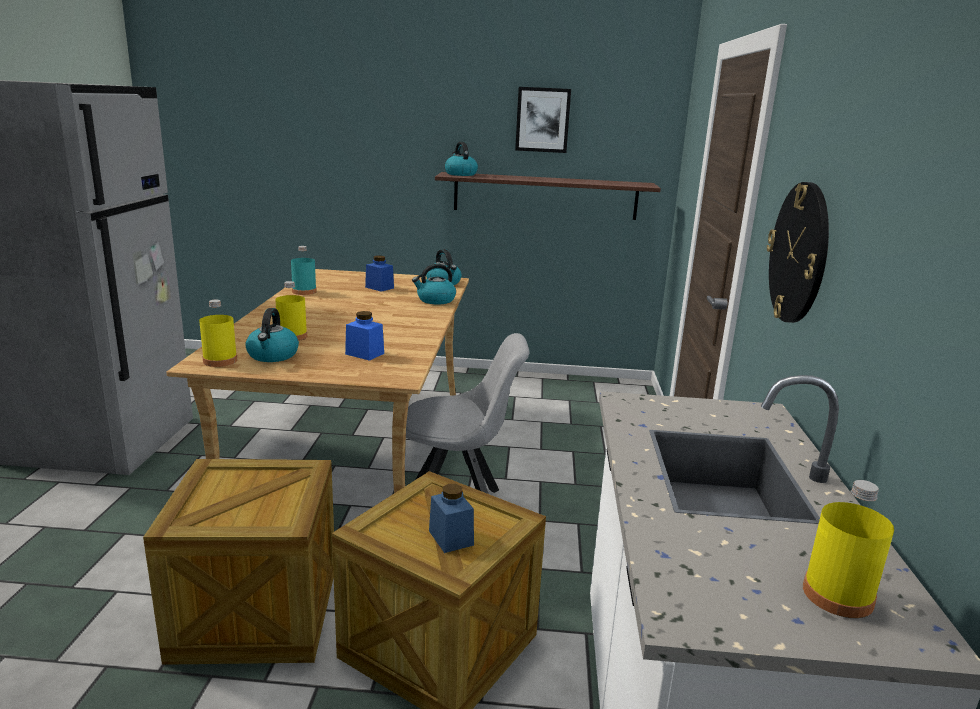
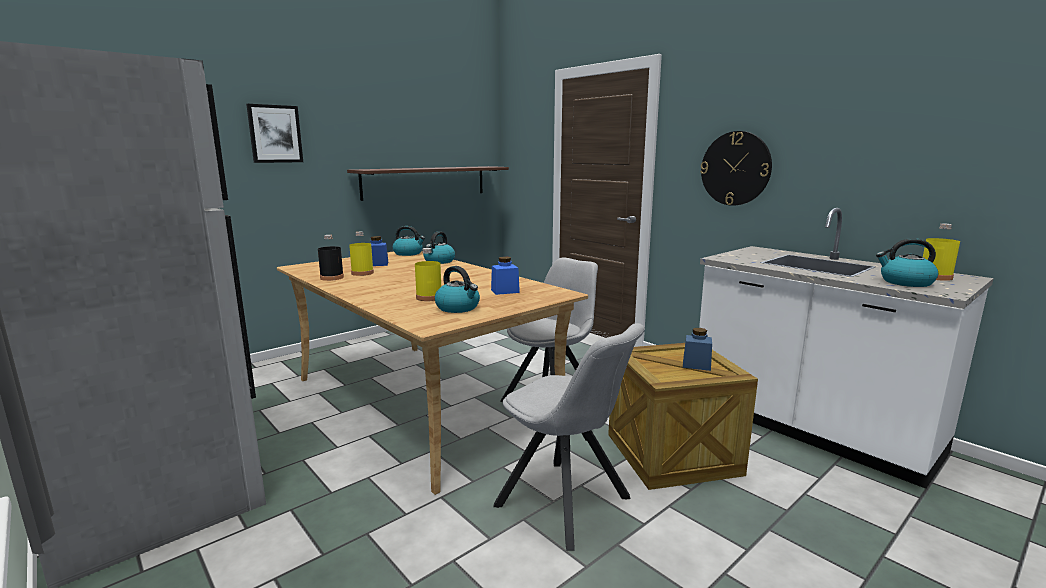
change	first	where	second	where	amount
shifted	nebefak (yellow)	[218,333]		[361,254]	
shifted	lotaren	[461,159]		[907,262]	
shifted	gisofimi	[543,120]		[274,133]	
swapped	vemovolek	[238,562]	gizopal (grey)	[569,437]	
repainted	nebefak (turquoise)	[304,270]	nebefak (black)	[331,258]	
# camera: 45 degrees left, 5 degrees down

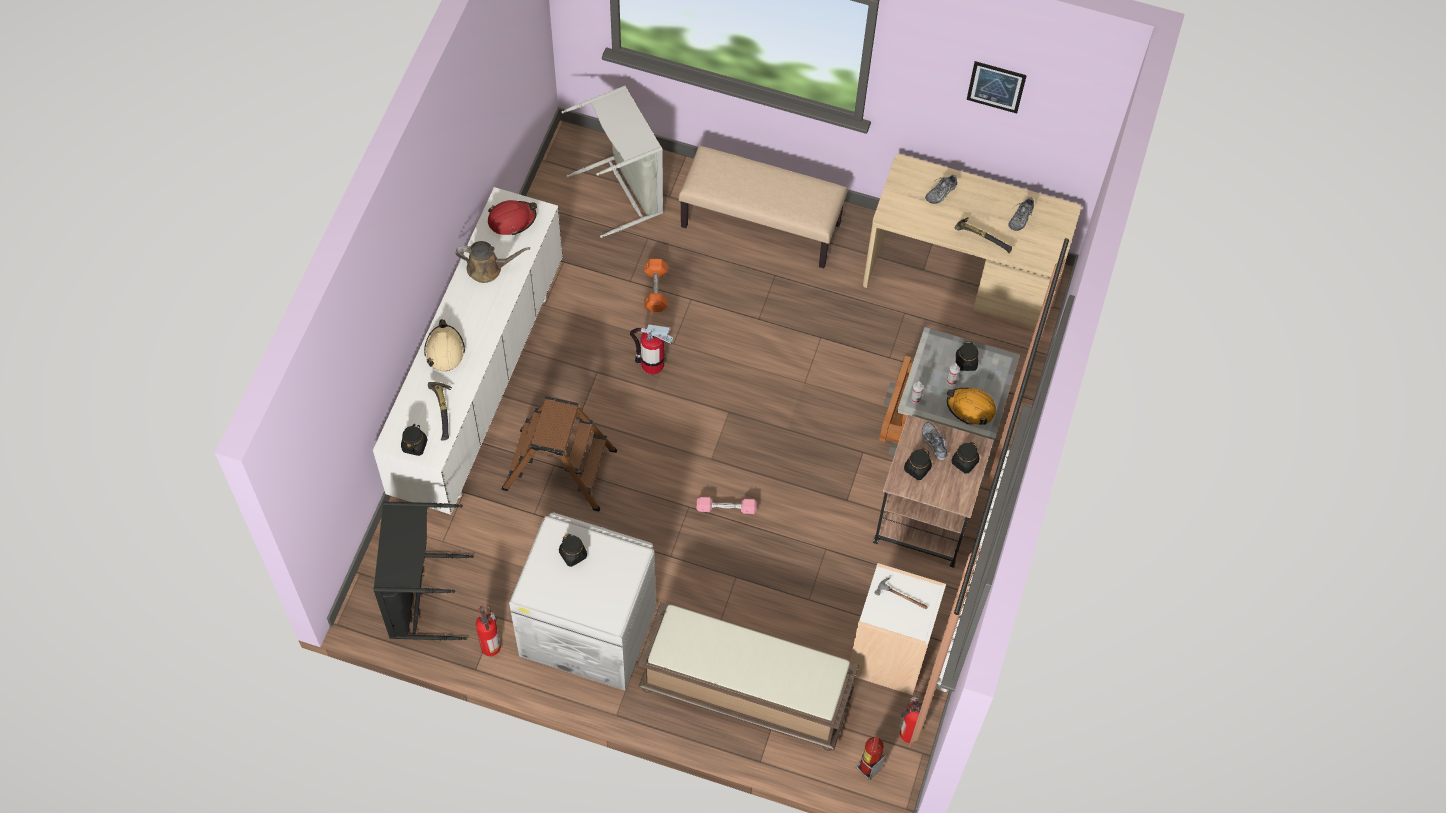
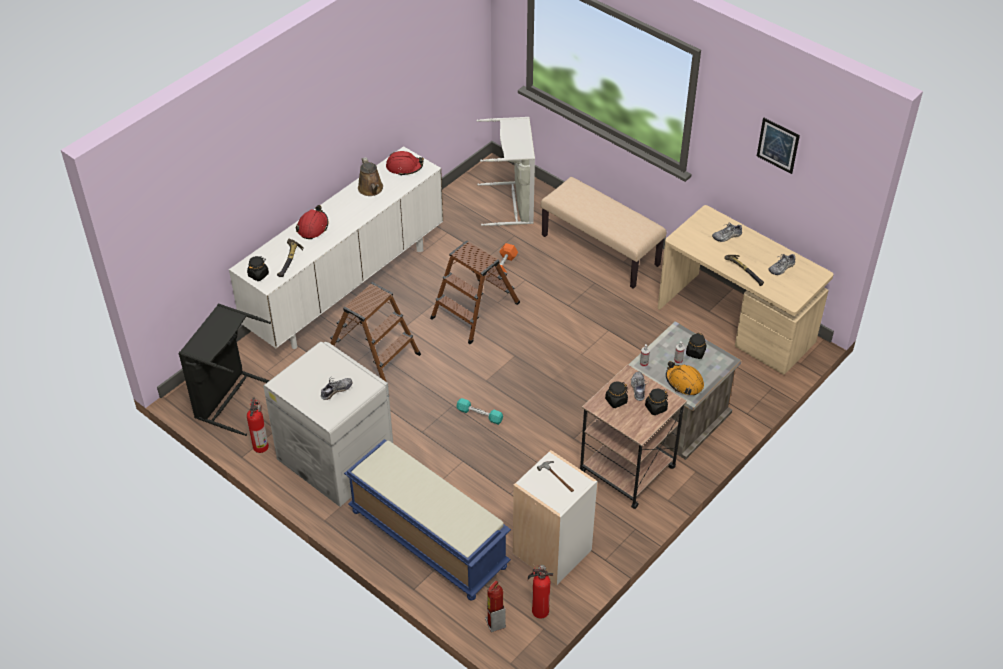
change	first	where	second	where	amount
gone	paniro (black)	[573,550]			
new			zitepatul	[336,388]	
swapped	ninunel	[651,349]	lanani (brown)	[475,292]	
repainted	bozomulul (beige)	[444,345]	bozomulul (red)	[312,222]	
repainted	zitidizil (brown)	[748,677]	zitidizil (blue)	[427,520]	
repainted	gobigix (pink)	[727,505]	gobigix (turquoise)	[479,411]	
rotated	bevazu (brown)	[492,262]		[370,176]	45 degrees clockwise
# camera: 25 degrees right, 15 degrees down

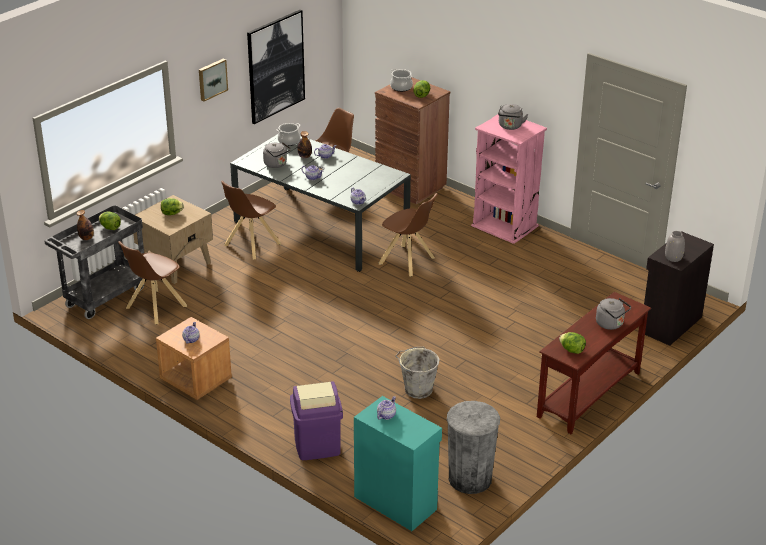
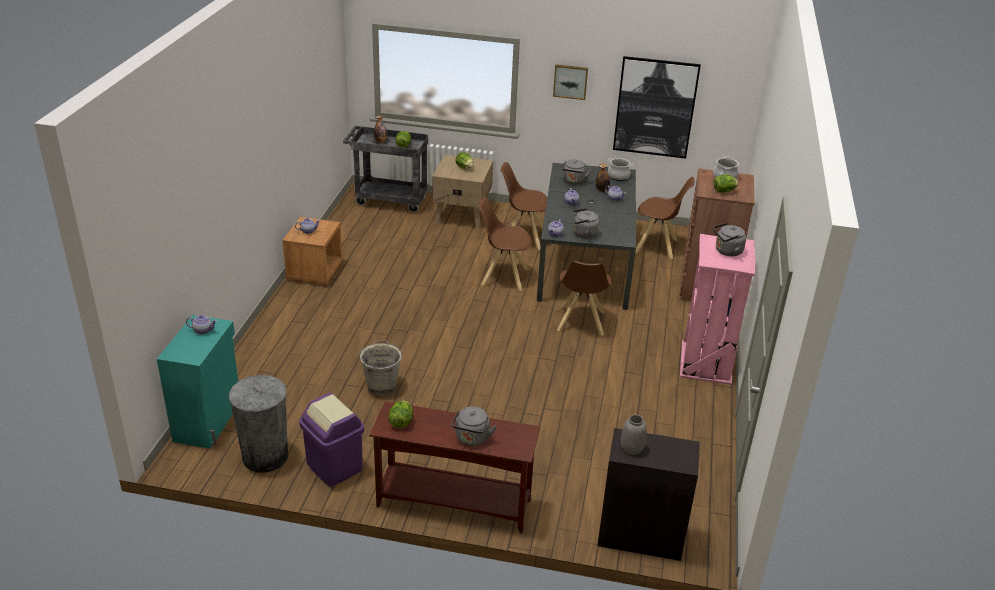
change	first	where	second	where	amount
new			lotaren (grey)	[586,223]	
shifted	gizopal (brown)	[152,282]		[505,244]	
shifted	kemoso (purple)	[316,420]		[331,440]	
# camera: 60 degrees right, 0 degrees up

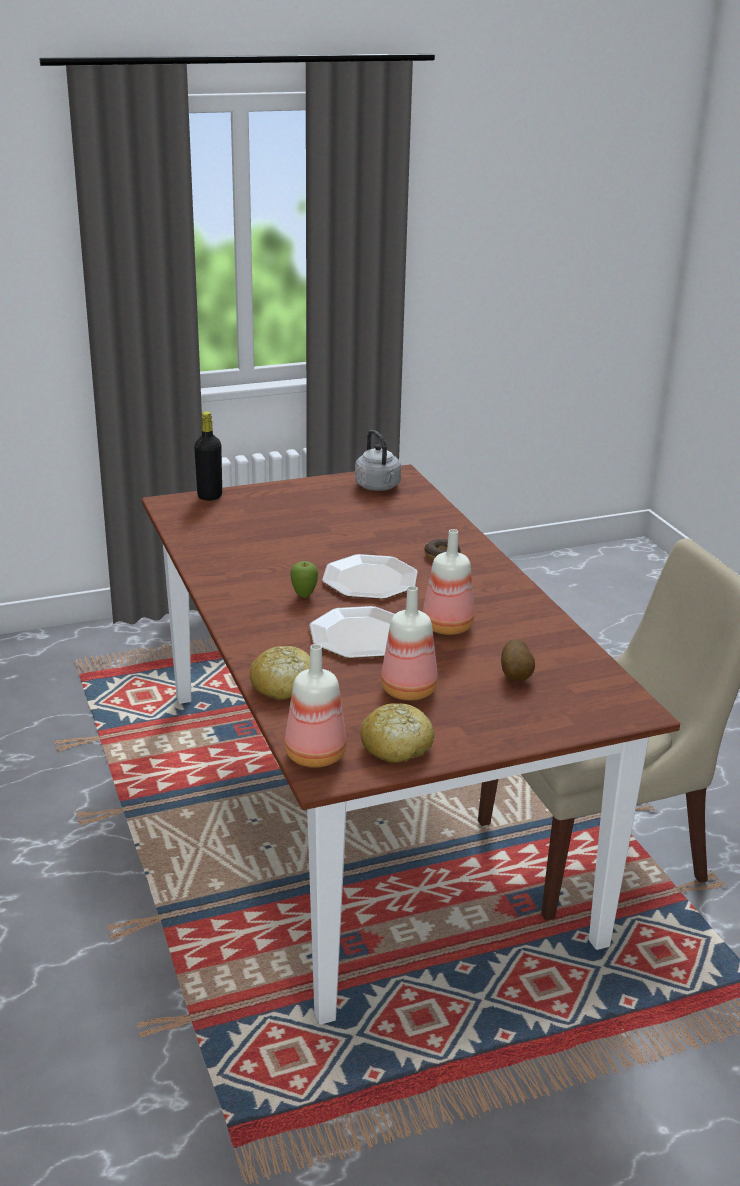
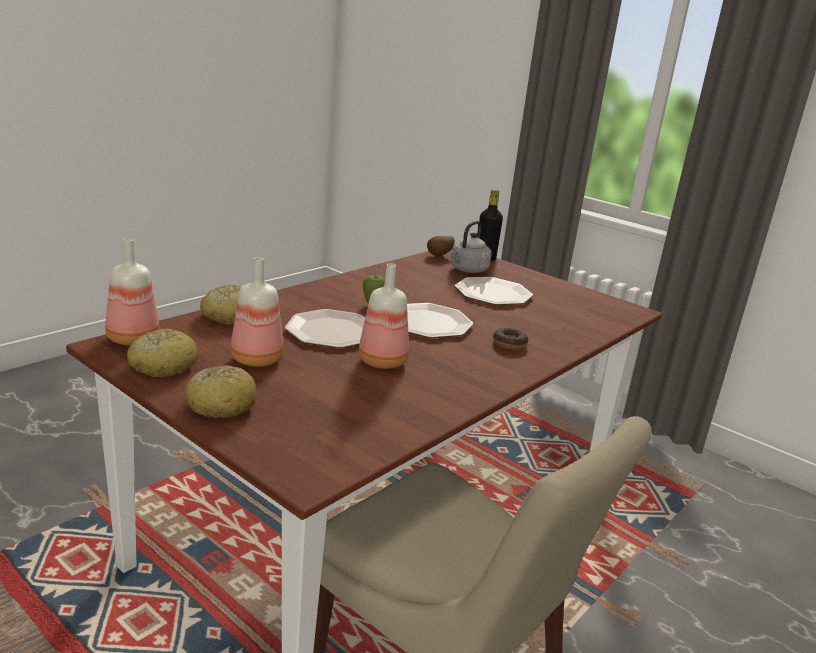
change	first	where	second	where	amount
new			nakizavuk	[221,391]	
new			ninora	[494,291]	
shifted	lotaren (grey)	[378,460]		[471,247]	
shifted	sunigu	[518,660]		[441,246]	
# camera: 60 degrees right, 5 degrees down

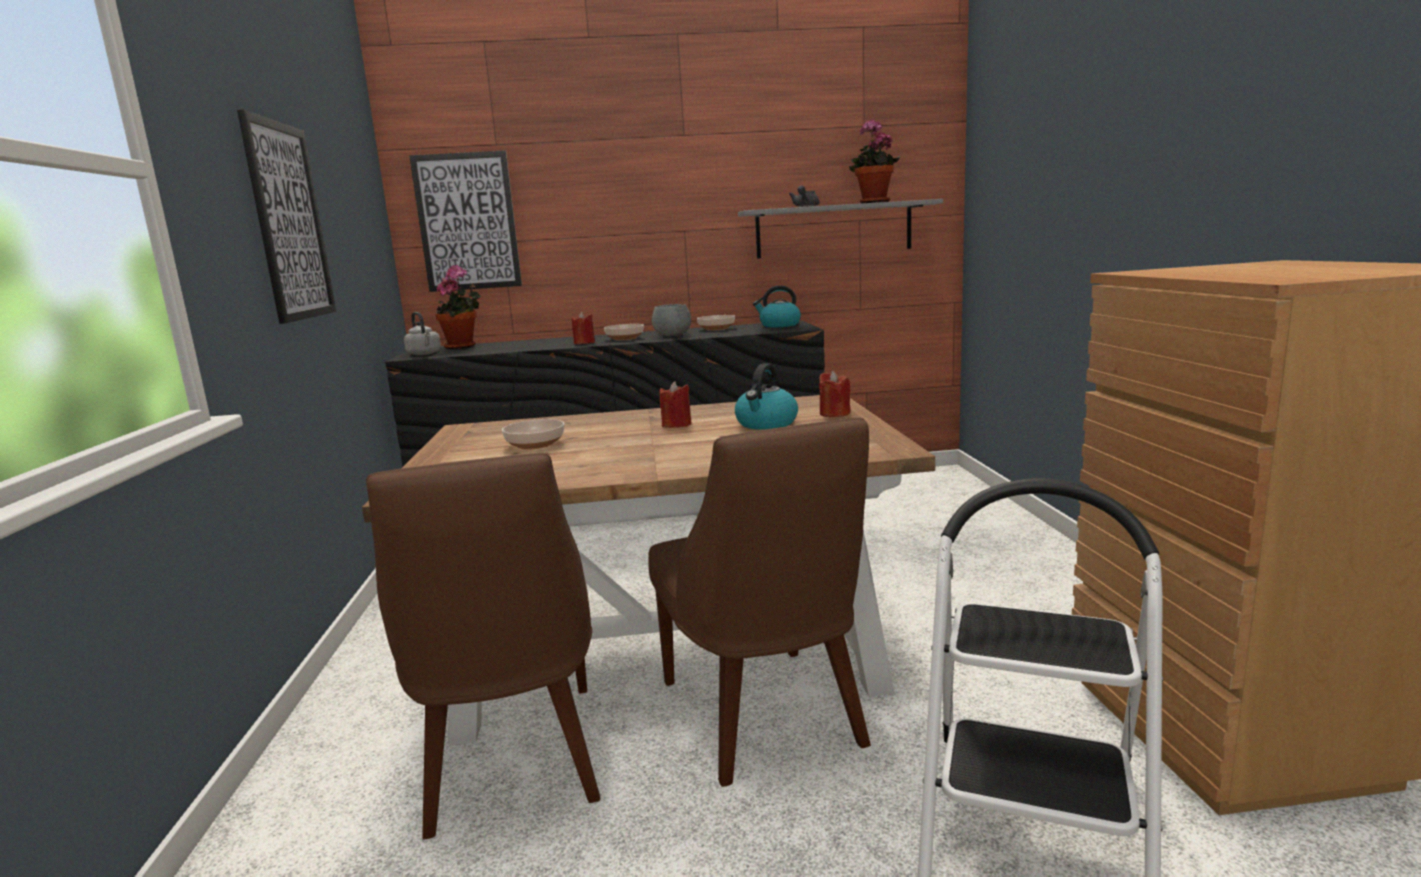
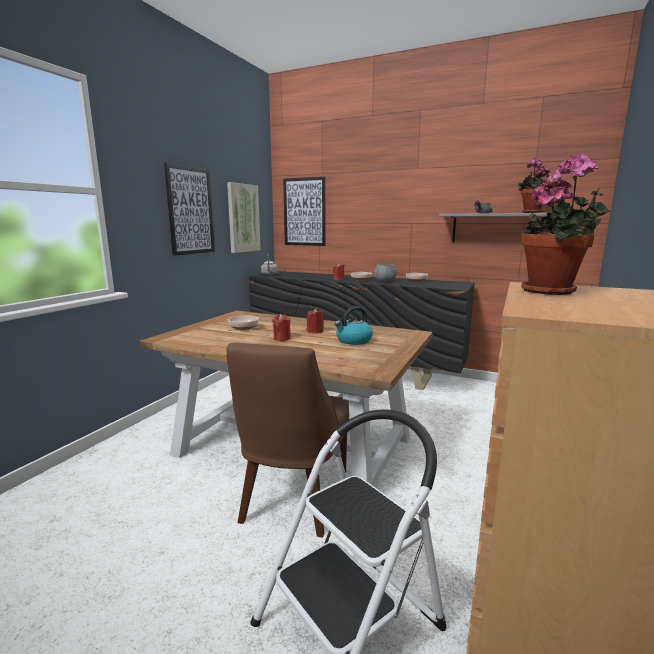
change	first	where	second	where	amount
gone	gizopal (brown)	[483,646]			
gone	lotaren	[777,306]			
new			gisofimi	[244,217]	
shifted	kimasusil	[458,307]		[565,224]	
shifted	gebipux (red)	[834,394]		[281,327]	
# camera: 30 degrees right, 0 degrees up

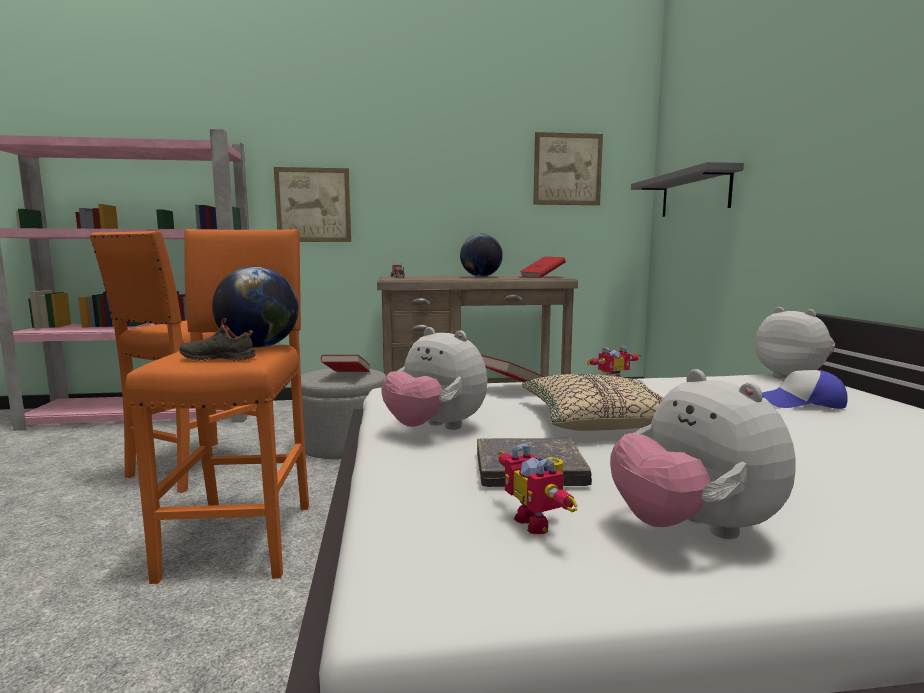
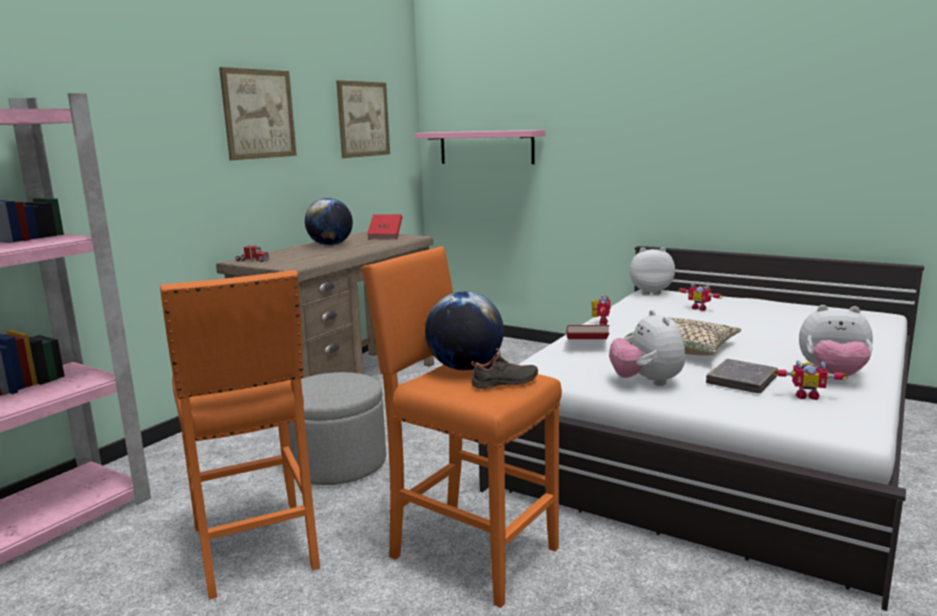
change	first	where	second	where	amount
gone	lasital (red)	[345,363]			
shifted	gisofimi	[312,204]		[258,113]	
swapped	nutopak	[805,389]	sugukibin	[700,297]	
repainted	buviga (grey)	[687,189]	buviga (pink)	[480,147]	
rotated	zitepatul (black)	[217,339]		[504,368]	150 degrees counterclockwise
rotated	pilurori	[434,378]		[647,348]	90 degrees clockwise
# camera: 50 degrees left, 5 degrees up

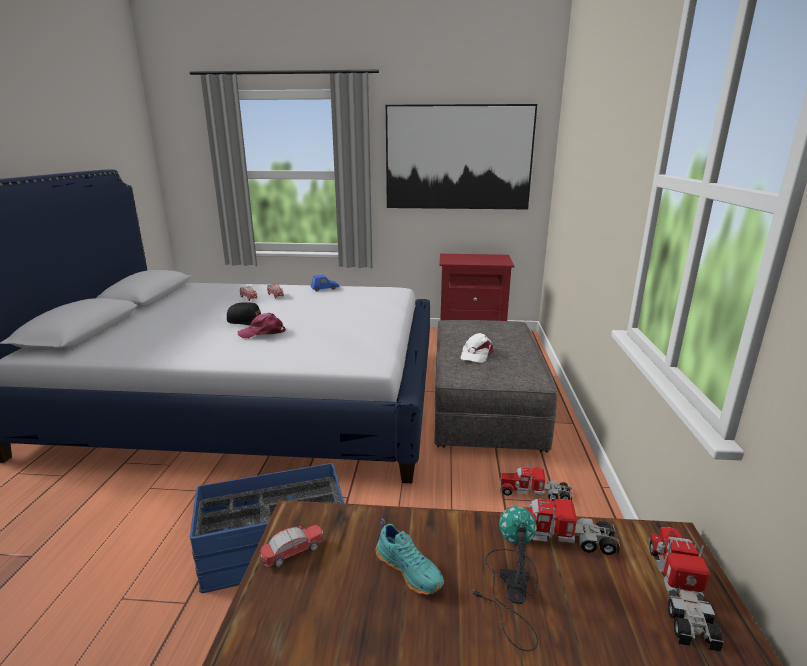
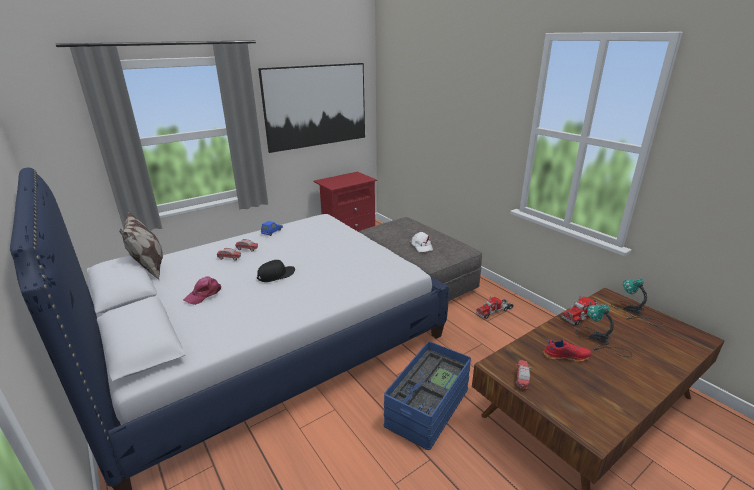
change	first	where	second	where	amount
new			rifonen	[141,246]	
shifted	nutopak (pink)	[261,325]		[202,290]	
swapped	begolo	[686,589]	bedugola	[637,302]	
repainted	zitepatul (turquoise)	[409,556]	zitepatul (red)	[567,350]	
# camera: 40 degrees left, 5 degrees up

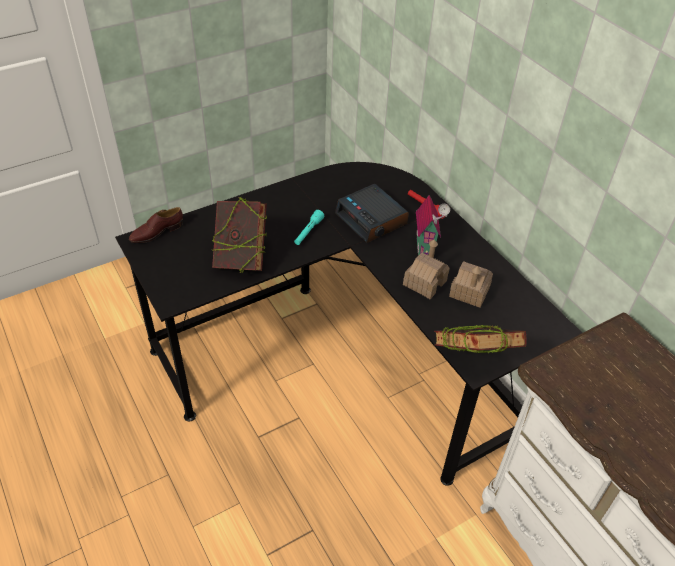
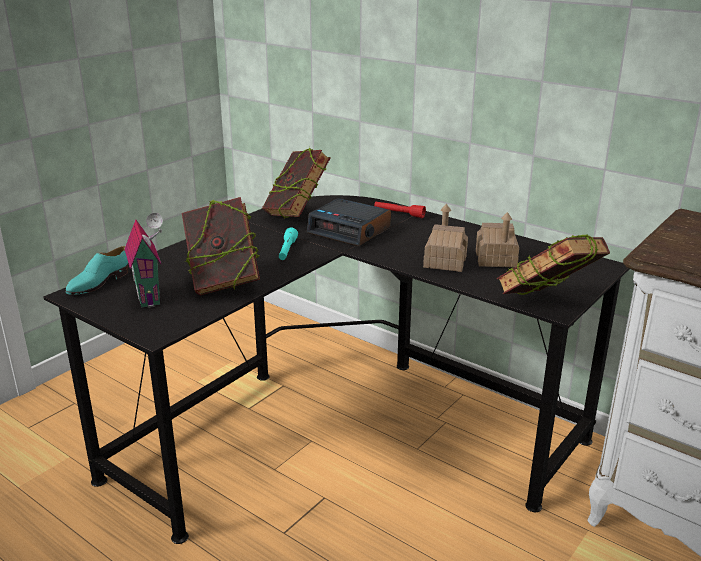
change	first	where	second	where	amount
new			lasital	[296,183]	
shifted	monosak	[433,225]		[144,260]	
repainted	zitepatul (brown)	[156,225]	zitepatul (turquoise)	[97,270]	
# camera: 20 degrees left, 20 degrees down

